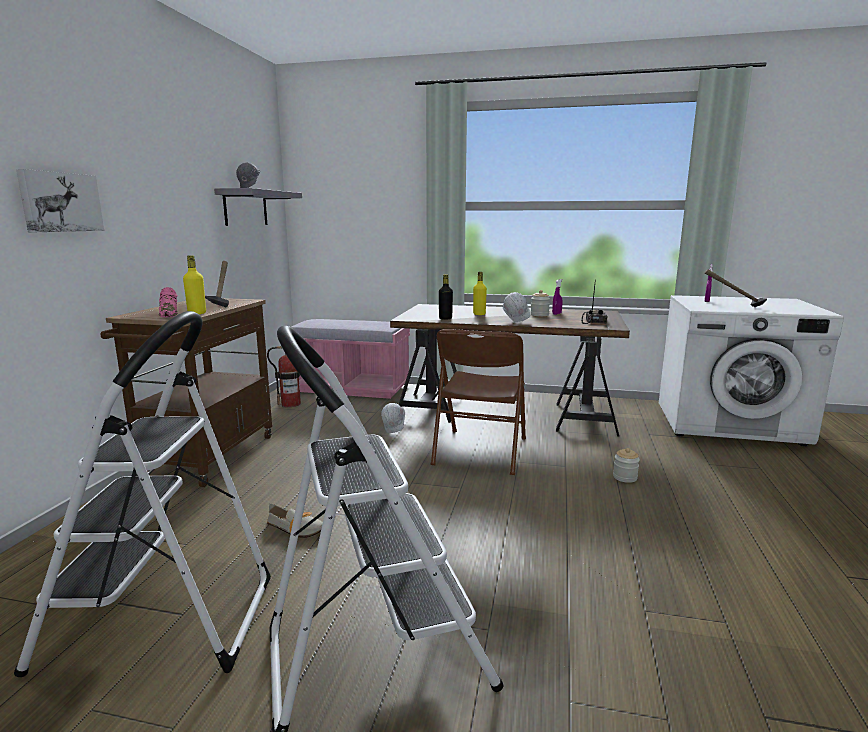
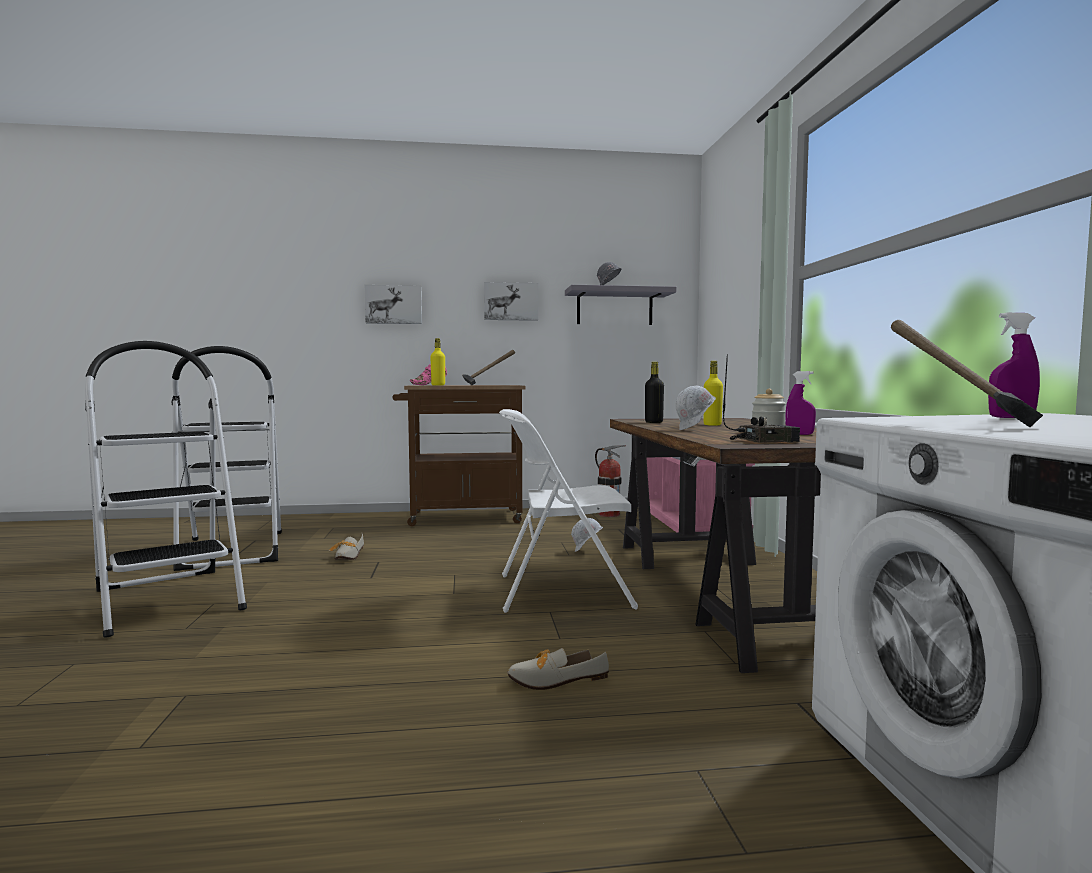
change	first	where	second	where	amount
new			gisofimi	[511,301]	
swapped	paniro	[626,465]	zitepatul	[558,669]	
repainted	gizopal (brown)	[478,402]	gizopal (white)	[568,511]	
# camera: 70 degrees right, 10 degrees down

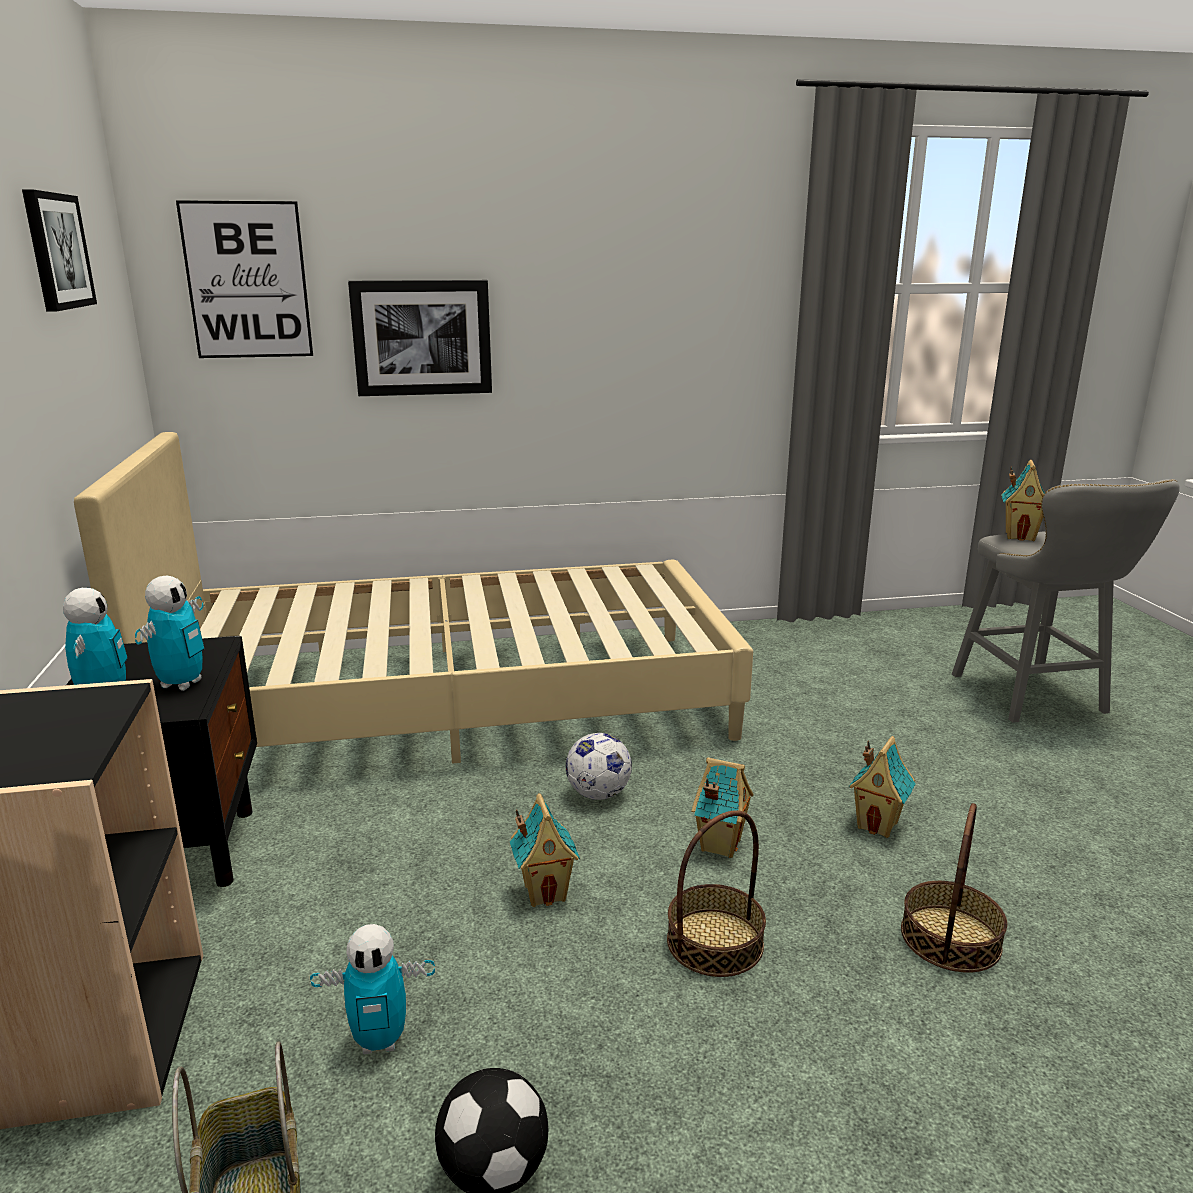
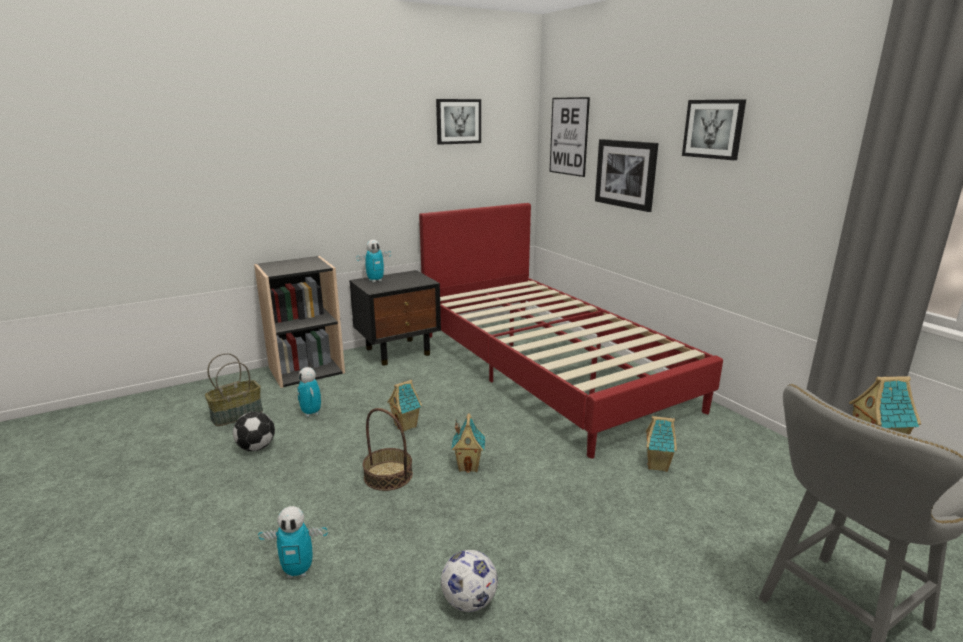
change	first	where	second	where	amount
gone	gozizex	[954,888]			
new			gisofimi	[714,129]	
shifted	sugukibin	[169,633]		[293,542]	
shifted	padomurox	[599,766]		[469,581]	
shifted	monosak	[882,787]		[661,444]	
repainted	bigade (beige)	[413,598]	bigade (red)	[571,330]	
# camera: 70 degrees right, 0 degrees up

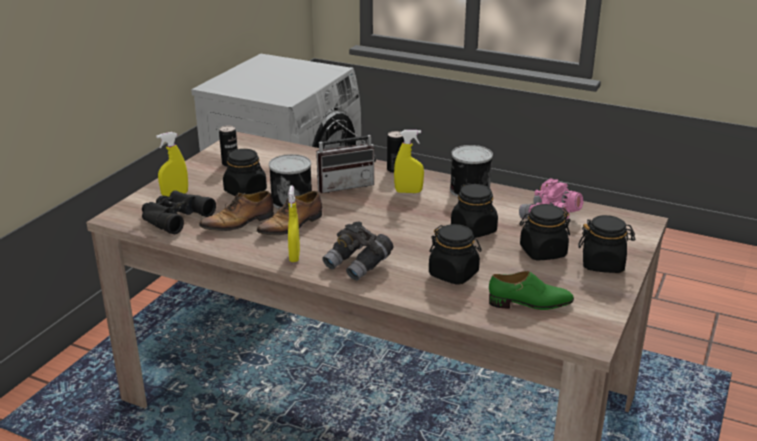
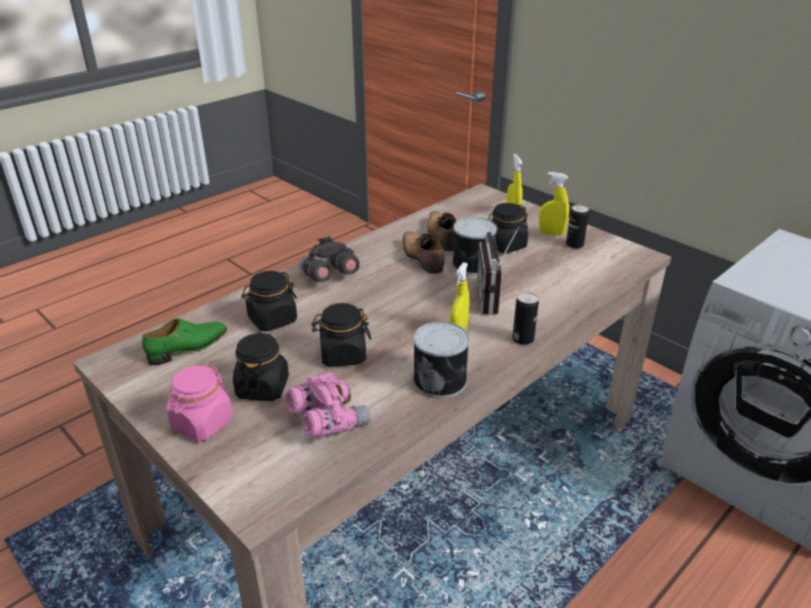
change	first	where	second	where	amount
gone	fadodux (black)	[179,212]			
shifted	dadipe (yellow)	[294,224]		[554,204]	
repainted	paniro (black)	[606,244]	paniro (pink)	[199,402]	
rotated	zitepatul (green)	[531,290]		[184,341]	150 degrees counterclockwise
# camera: 110 degrees right, 5 degrees up

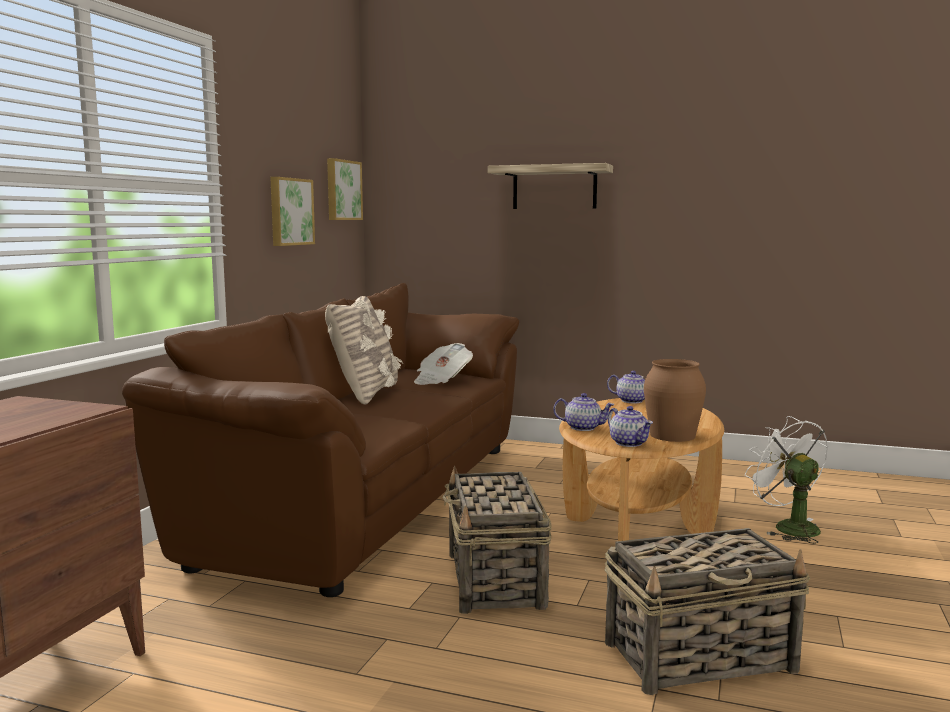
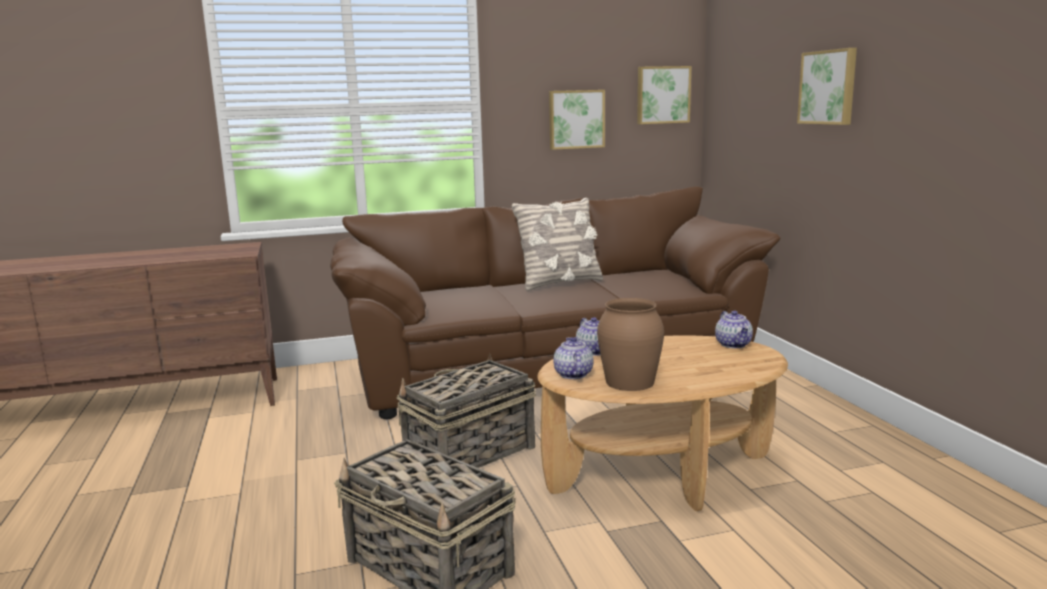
change	first	where	second	where	amount
gone	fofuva	[443,364]			
gone	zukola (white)	[786,480]			
swapped	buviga	[550,186]	gisofimi	[827,86]	
rotated	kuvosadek	[630,426]		[574,358]	150 degrees clockwise
# camera: 55 degrees right, 5 degrees up

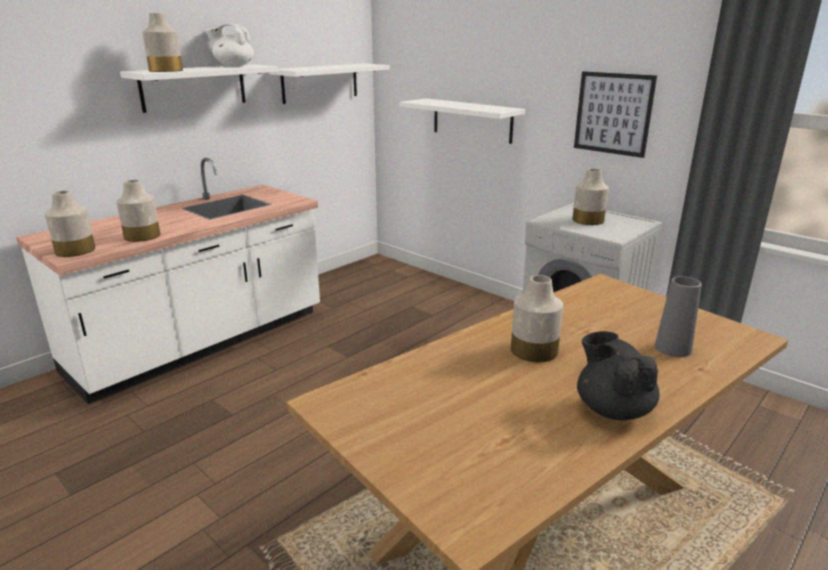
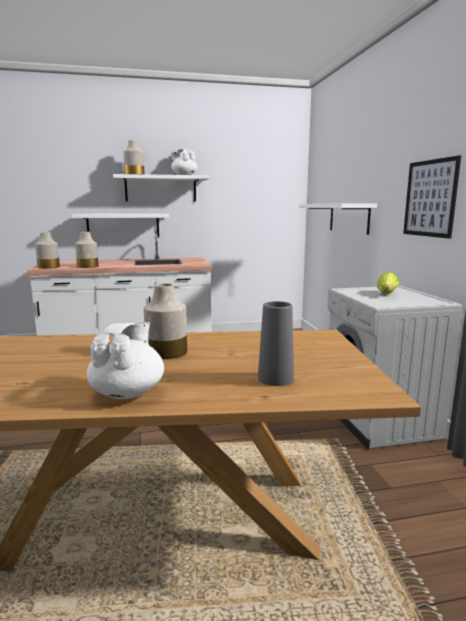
change	first	where	second	where	amount
shifted	buviga (white)	[330,83]		[120,226]	
swapped	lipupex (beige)	[590,196]	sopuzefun	[388,283]	
repainted	kuvosadek (black)	[618,375]	kuvosadek (white)	[125,360]	
# camera: 35 degrees right, 10 degrees down

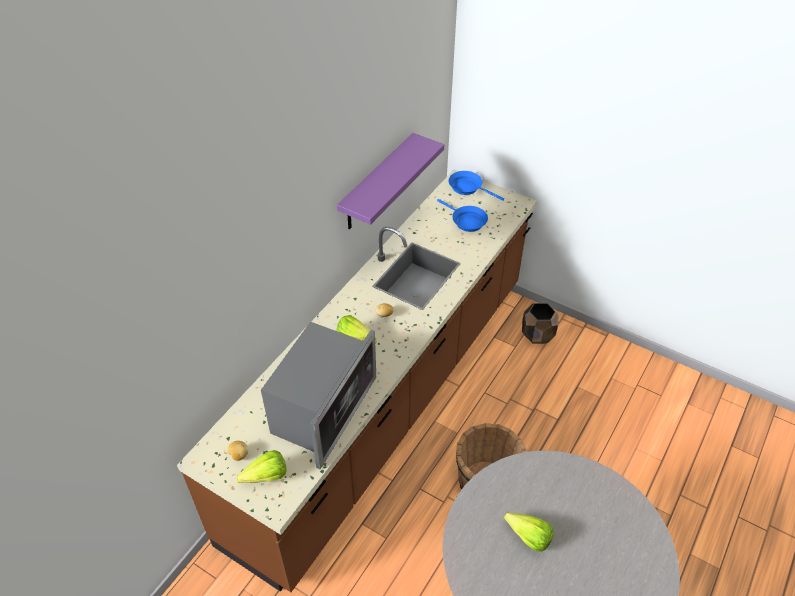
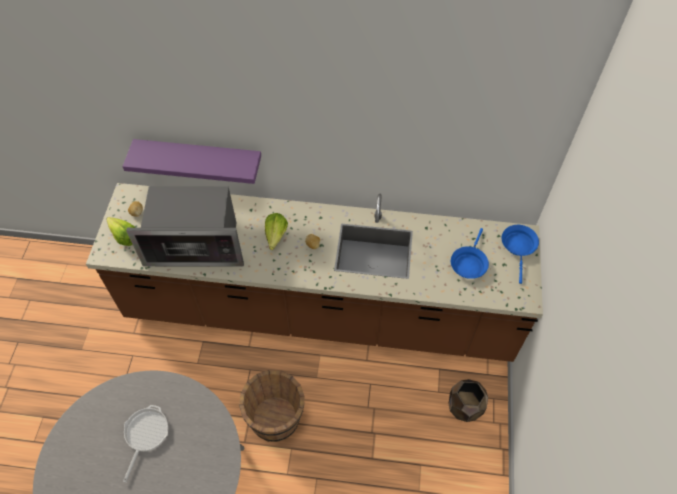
change	first	where	second	where	amount
shifted	buviga (purple)	[390,181]		[191,161]	
swapped	sopuzefun	[529,532]	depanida	[145,444]	
# camera: 65 degrees right, 10 degrees up

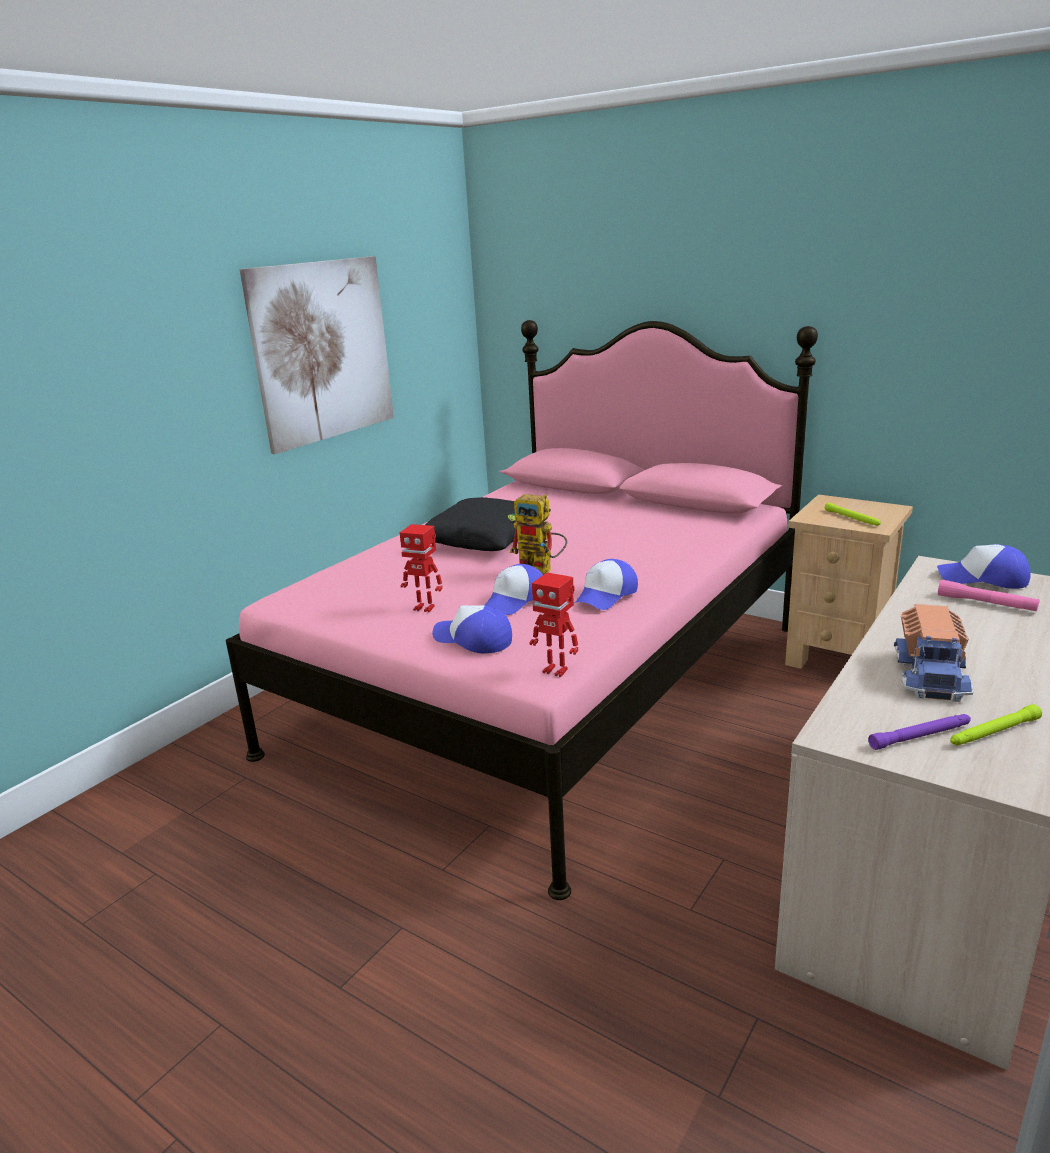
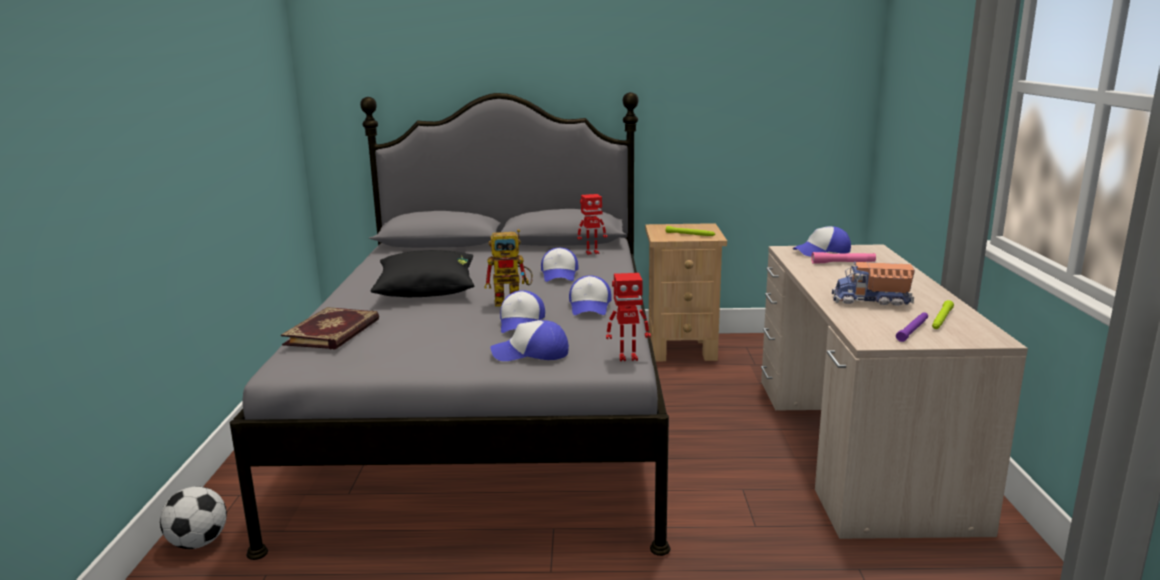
change	first	where	second	where	amount
gone	gisofimi	[317,355]			
new			padomurox	[193,517]	
new			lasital	[330,328]	
new			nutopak	[559,265]	
shifted	sugukibin	[421,568]		[592,224]	
repainted	bigade (pink)	[522,610]	bigade (grey)	[450,326]	
rotated	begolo	[933,653]		[873,284]	120 degrees clockwise
# camera: 35 degrees left, 5 degrees down

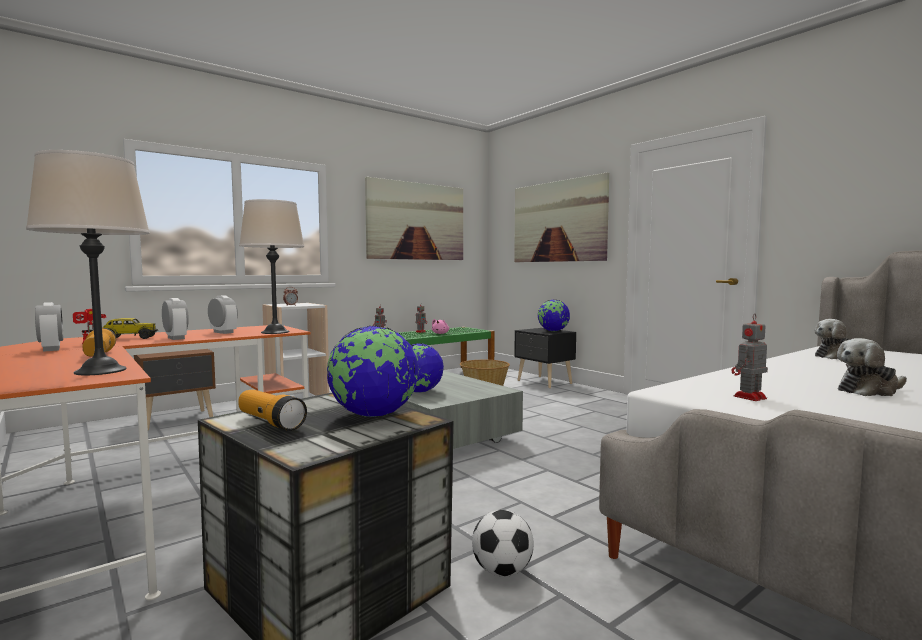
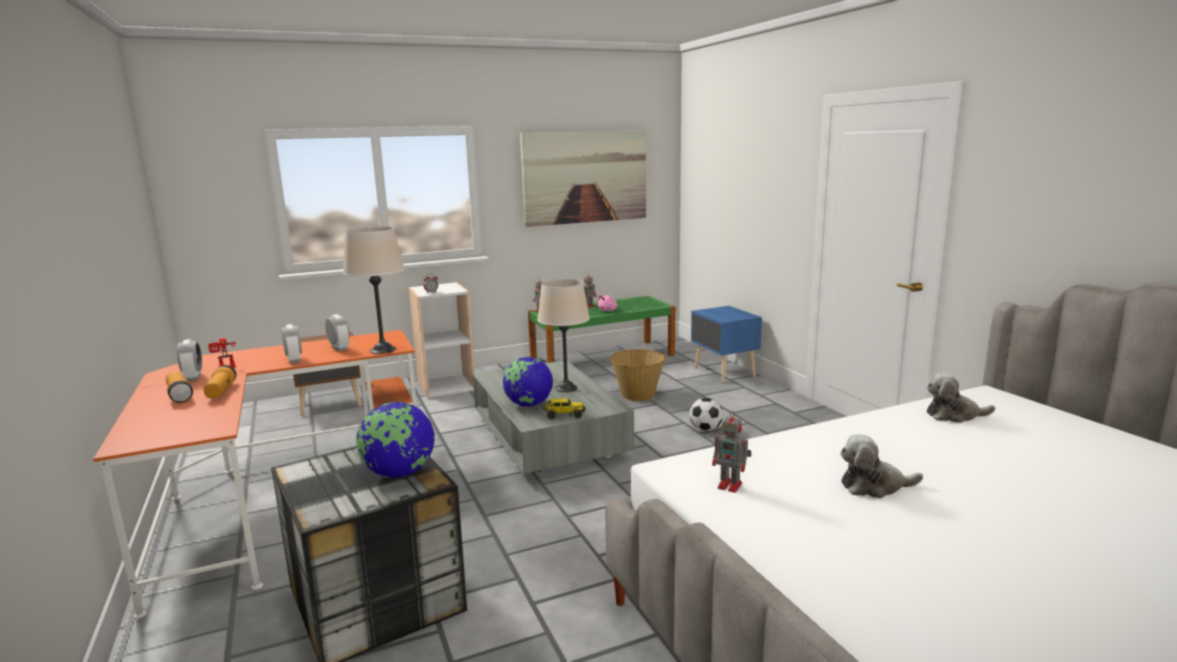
change	first	where	second	where	amount
gone	gisofimi	[561,217]			
gone	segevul	[554,315]			
shifted	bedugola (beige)	[88,262]		[563,335]	
shifted	begolo	[130,328]		[564,408]	
shifted	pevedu	[272,410]		[179,387]	
shifted	padomurox	[503,543]		[706,414]	
repainted	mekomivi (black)	[545,358]	mekomivi (blue)	[726,344]	
rotated	sugukibin	[750,357]		[732,451]	135 degrees counterclockwise
# camera: 15 degrees right, 10 degrees up

